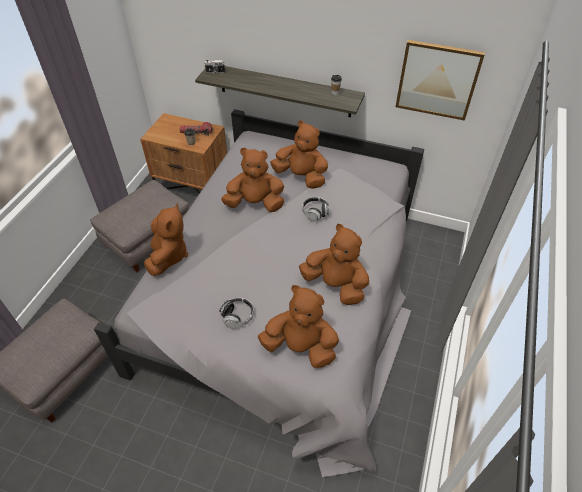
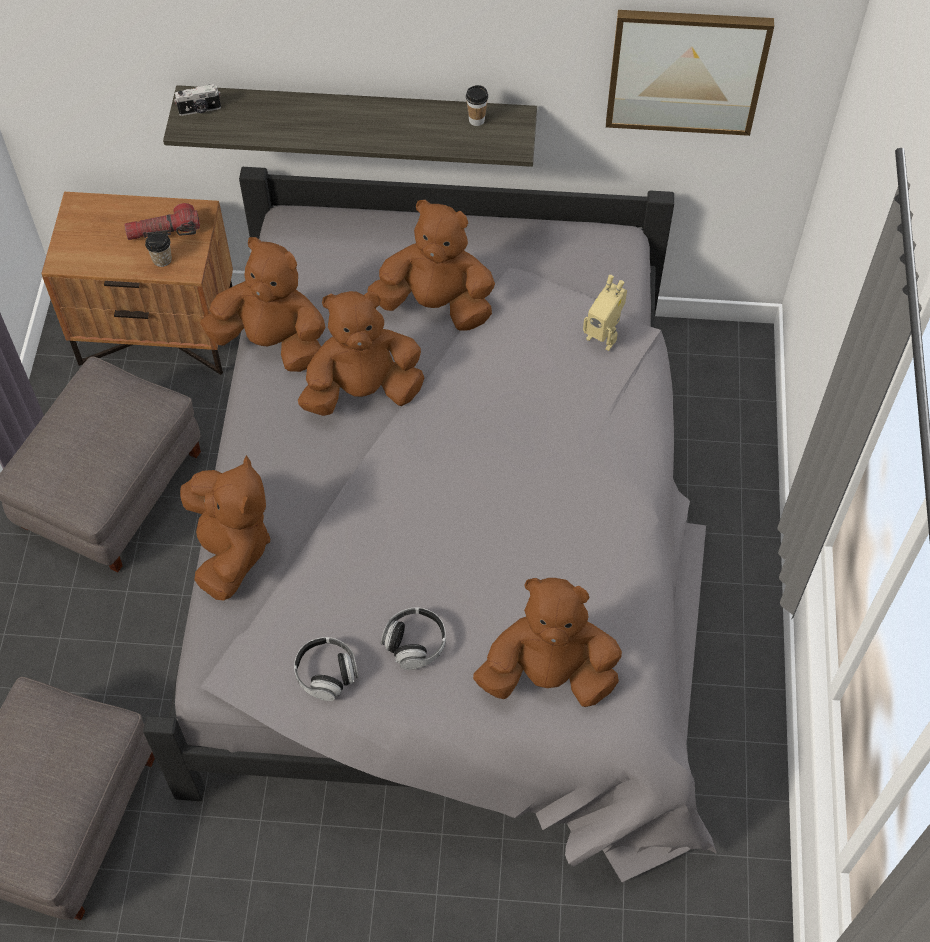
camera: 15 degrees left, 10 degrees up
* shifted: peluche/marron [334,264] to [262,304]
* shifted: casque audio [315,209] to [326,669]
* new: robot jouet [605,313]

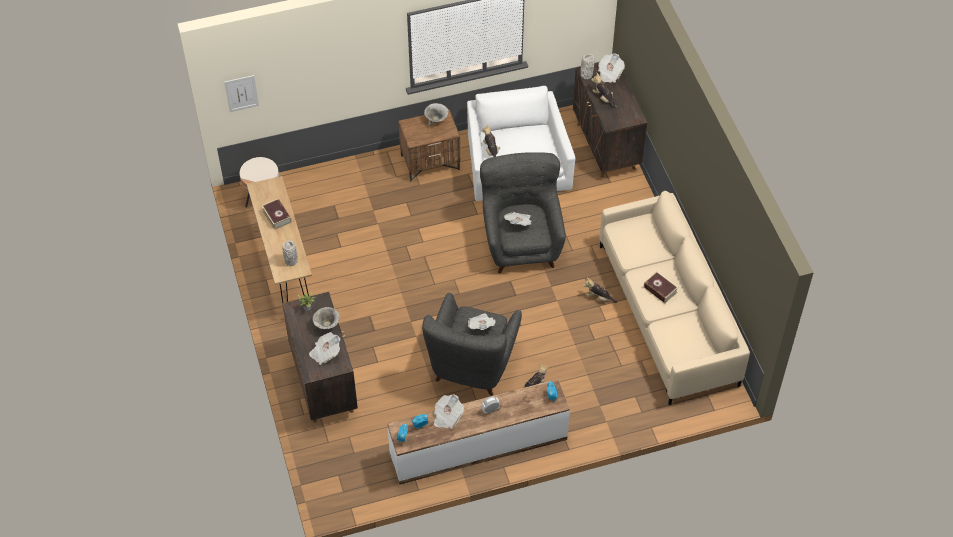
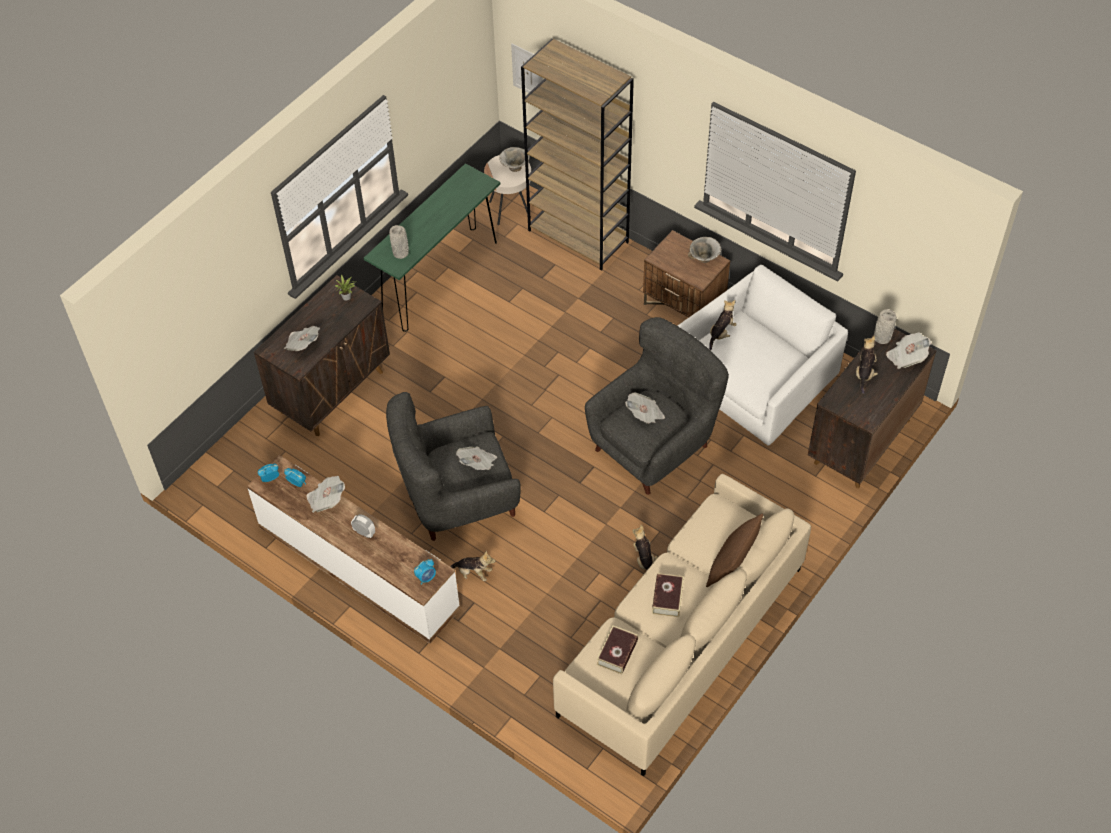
camera: 55 degrees right, 0 degrees up
* repainted: table console/marron [279,239] to table console/vert [432,247]
* shifted: livre [277,214] to [617,649]
* shifted: bol [326,318] to [514,159]
* new: bibliothèque/marron [577,155]
* new: coussin/marron [734,550]

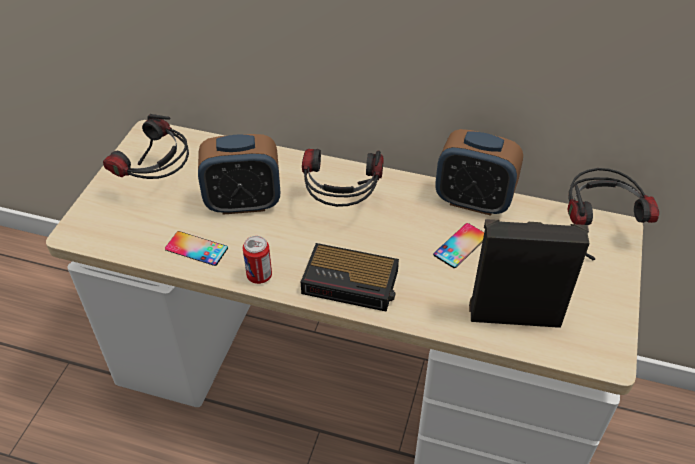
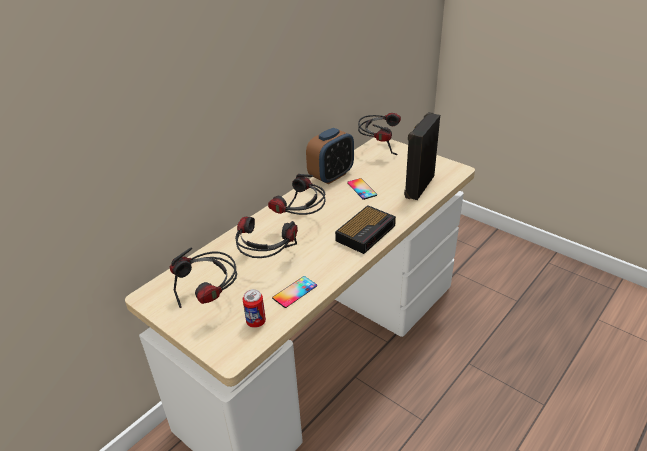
camera: 65 degrees left, 10 degrees down
* swapped: réveil [239,174] to casque audio [266,237]
* shifted: boîte métallique [257,260] to [254,308]

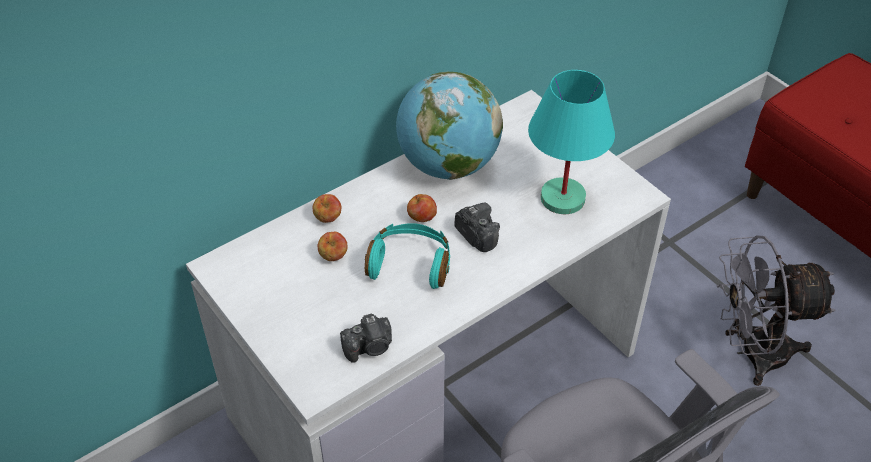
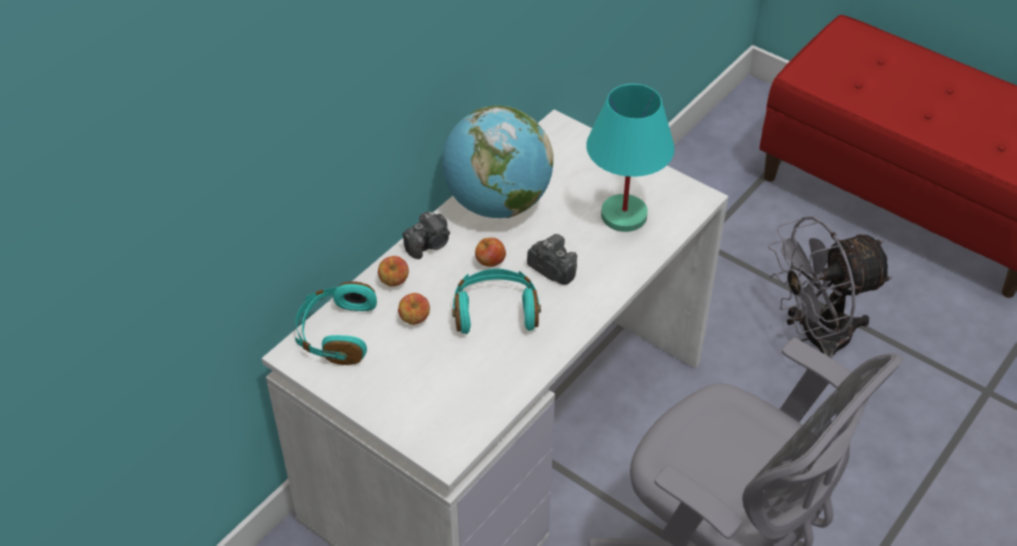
camera: 15 degrees left, 0 degrees up
* shifted: appareil photo [366,338] to [426,235]
* new: casque audio/turquoise [336,323]

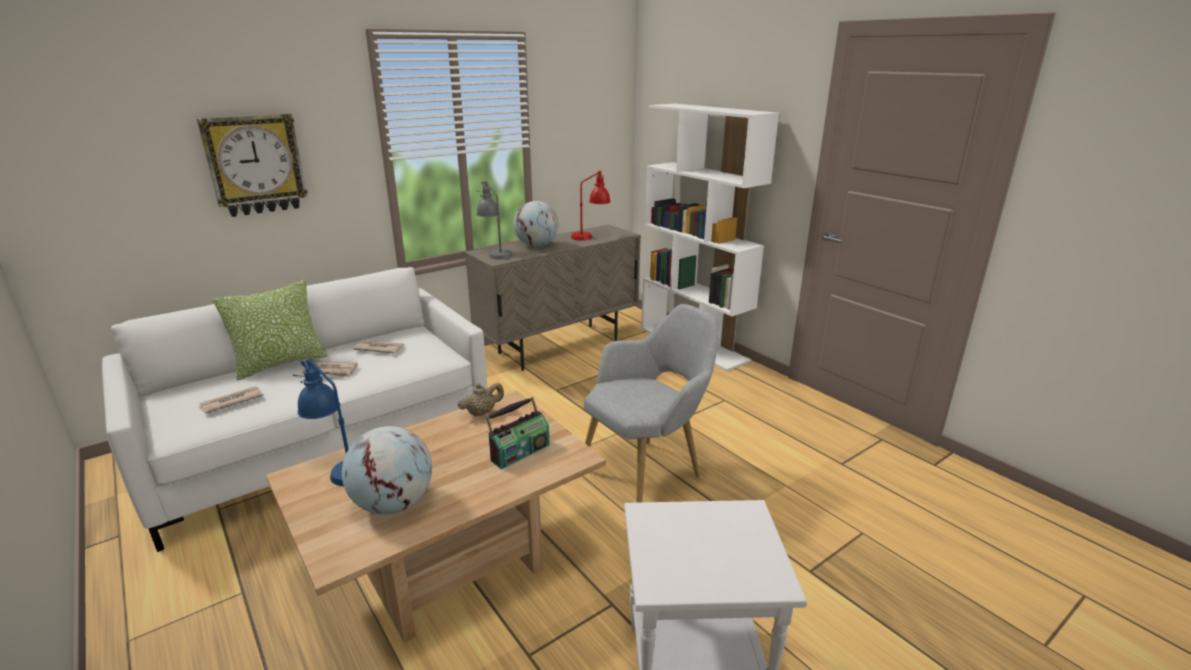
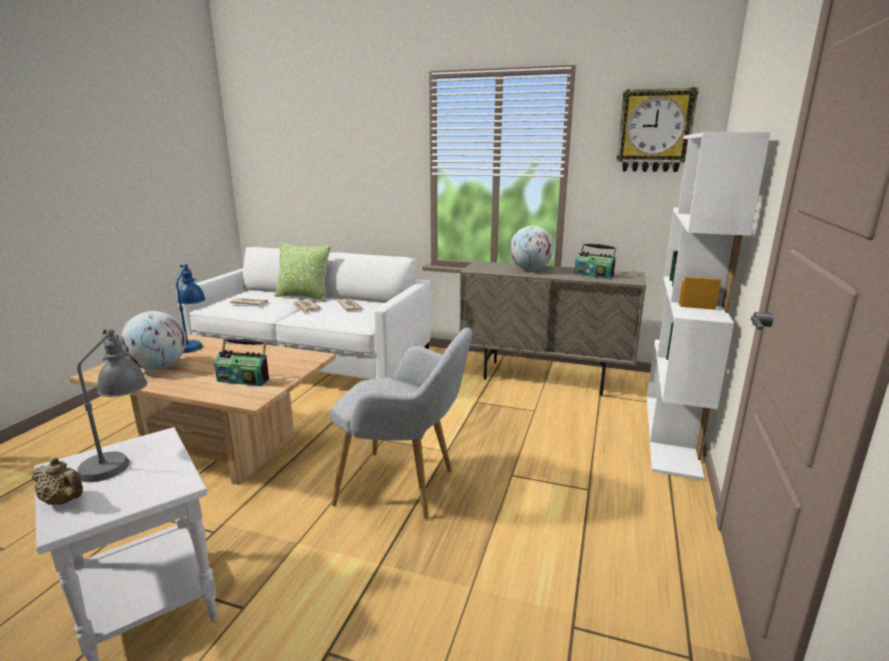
camera: 55 degrees right, 5 degrees down
* shifted: horloge murale [252,165] to [657,129]
* shifted: théière/beige [481,400] to [57,481]
* shifted: lampe de table/gris [494,220] to [112,405]
* swapped: lampe de table/rouge [591,205] to radio [595,261]

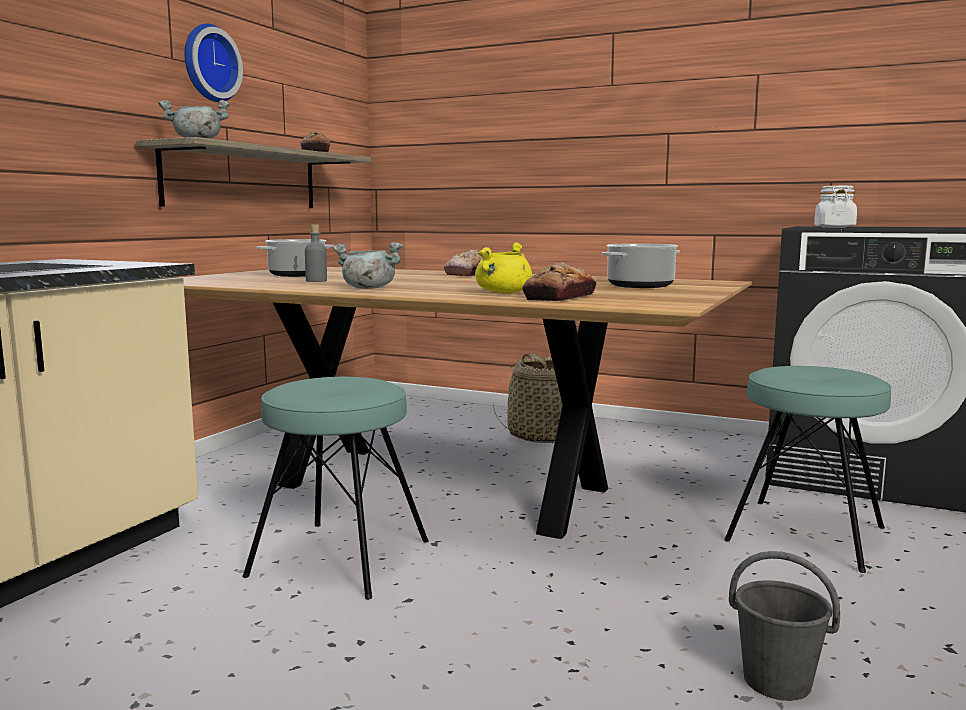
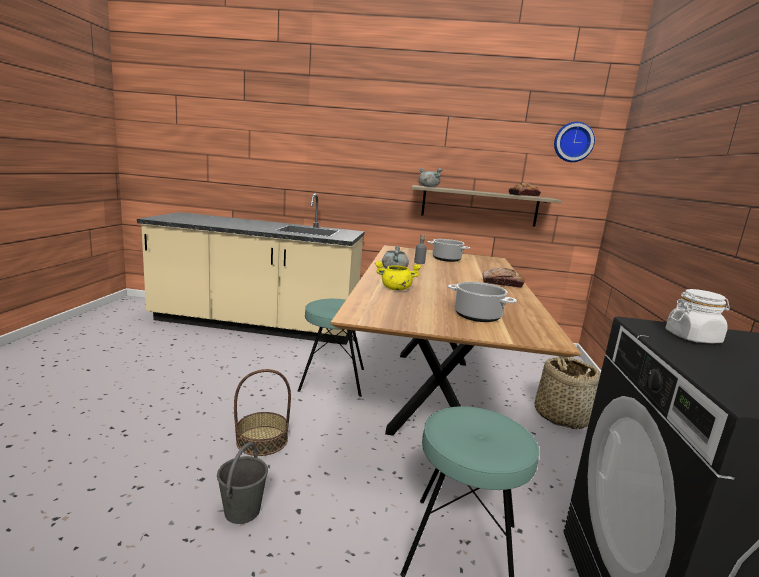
camera: 70 degrees right, 5 degrees up
* shifted: horloge murale [214,63] to [574,142]
* gone: pain [559,281]
* new: panier [262,412]

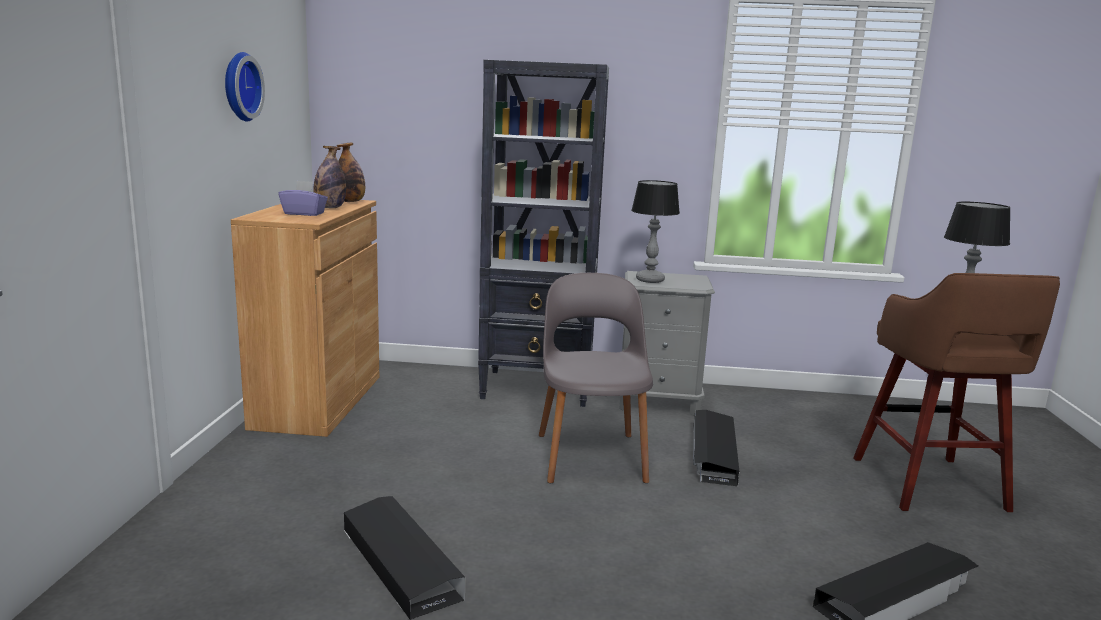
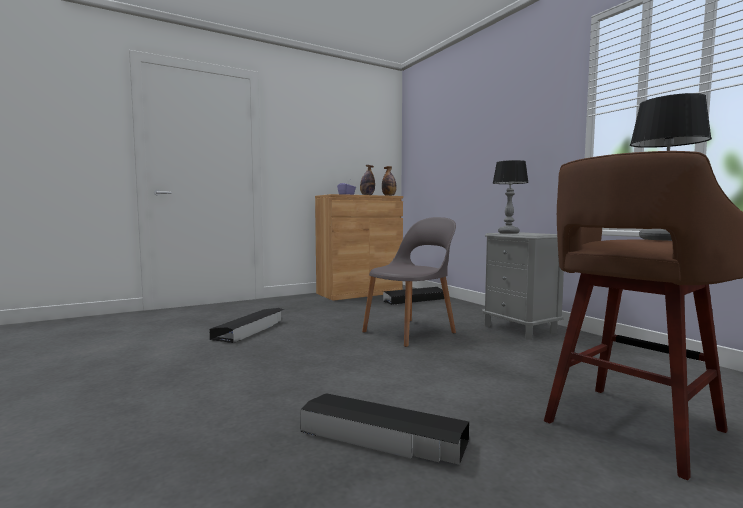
camera: 55 degrees right, 10 degrees down
* gone: horloge murale [245,87]
* gone: bibliothèque/noir [543,233]
* shifted: boîte de rangement/noir [716,448] to [413,296]

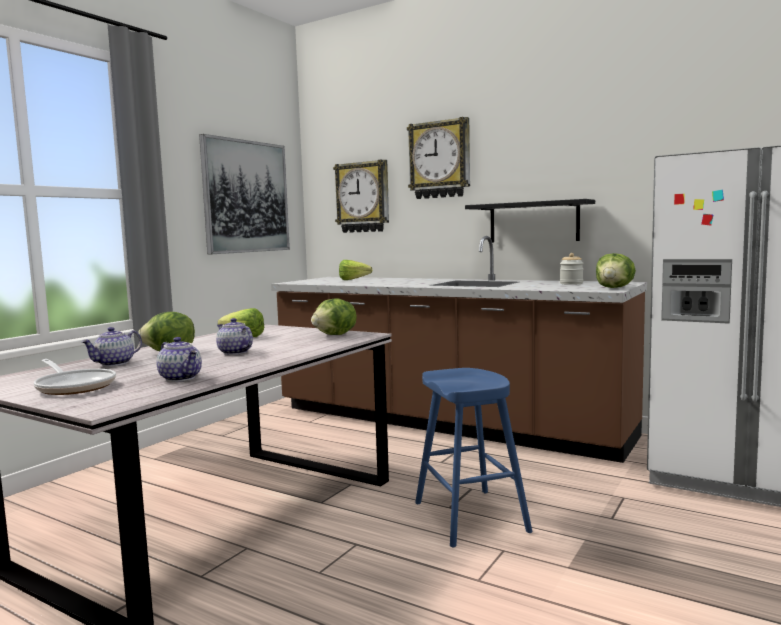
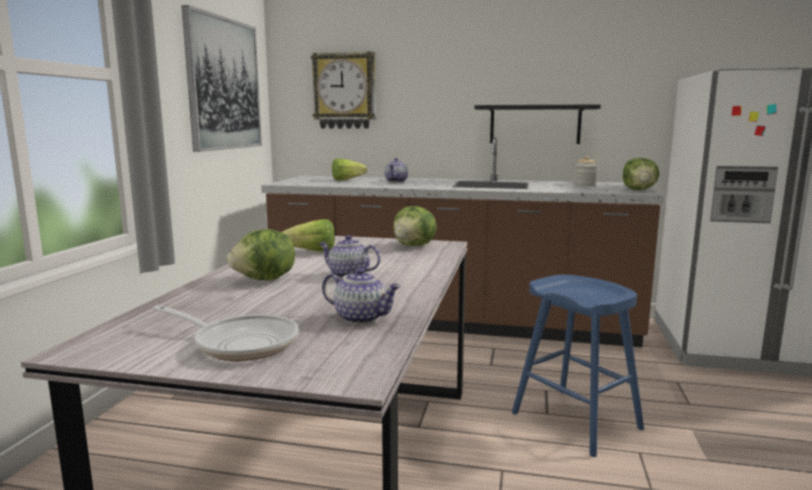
camera: 20 degrees left, 5 degrees up
* shifted: théière [111,346] to [396,170]
* gone: horloge murale [438,158]

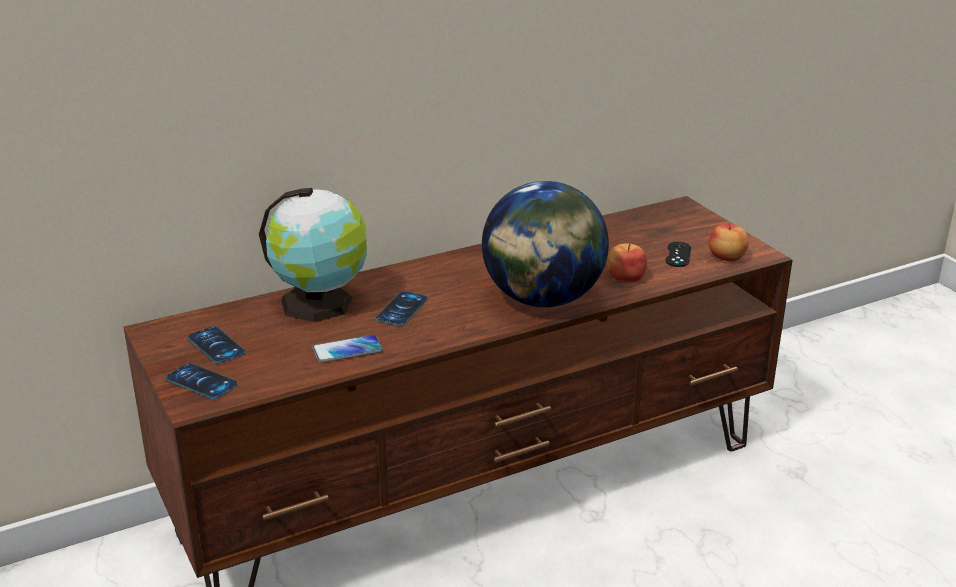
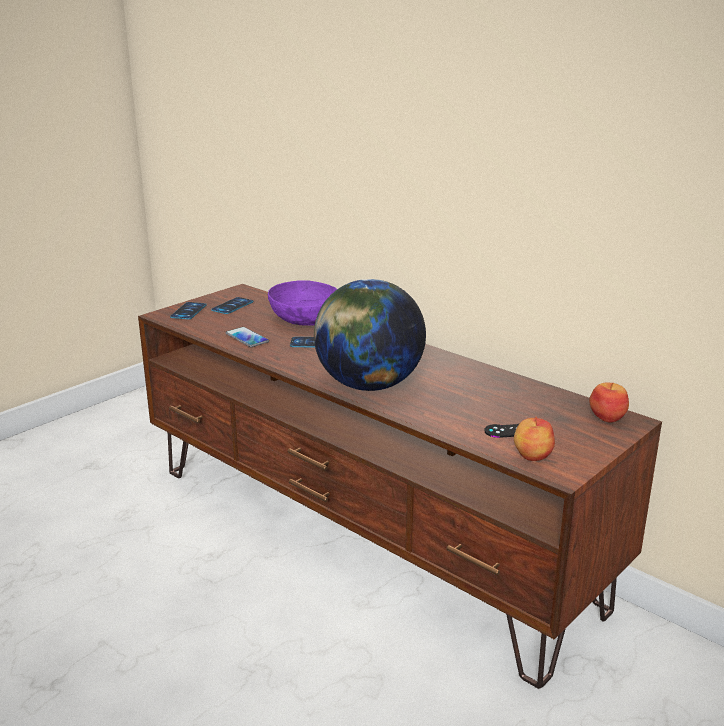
camera: 70 degrees right, 5 degrees down
* swapped: globe [313,255] to bol/violet [302,303]
* shifted: pomme [626,262] to [609,403]

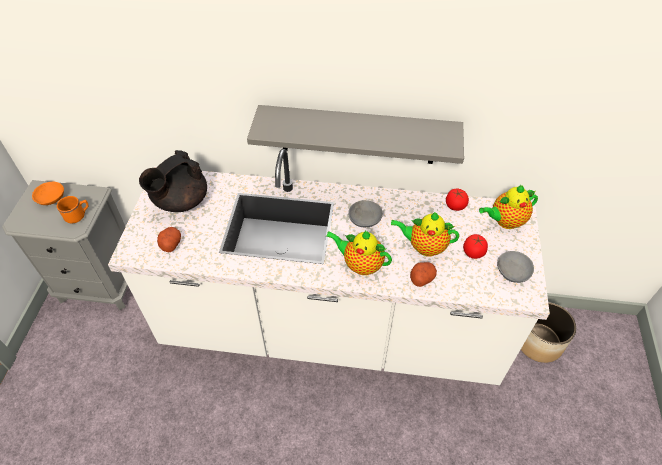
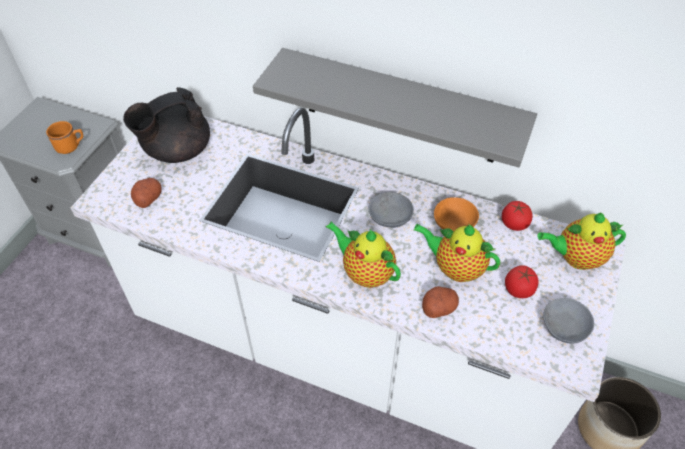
camera: 15 degrees right, 0 degrees up
* shifted: bol/orange [48,193] to [456,214]

